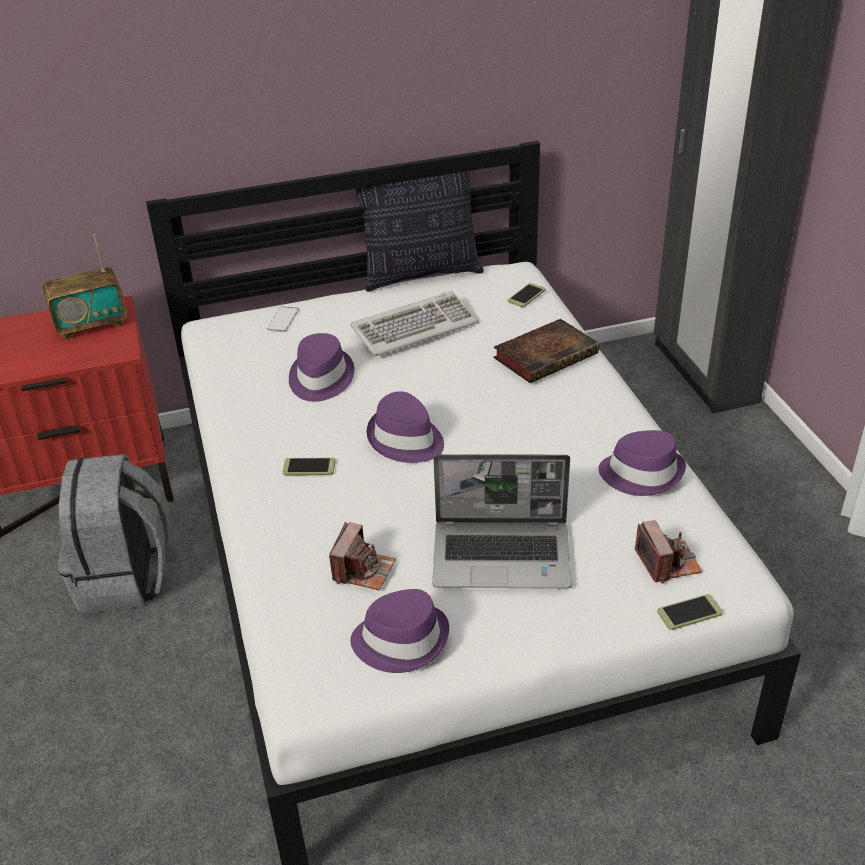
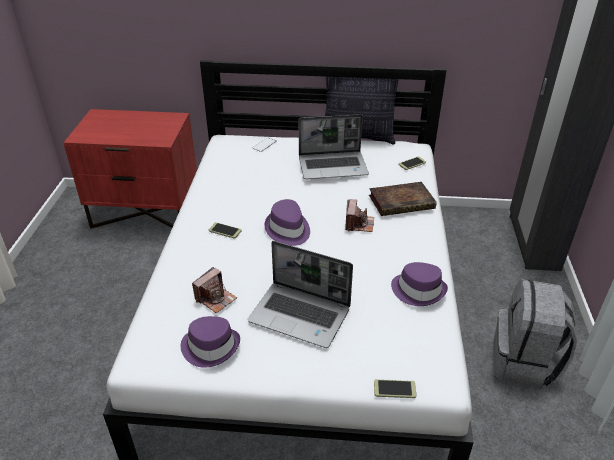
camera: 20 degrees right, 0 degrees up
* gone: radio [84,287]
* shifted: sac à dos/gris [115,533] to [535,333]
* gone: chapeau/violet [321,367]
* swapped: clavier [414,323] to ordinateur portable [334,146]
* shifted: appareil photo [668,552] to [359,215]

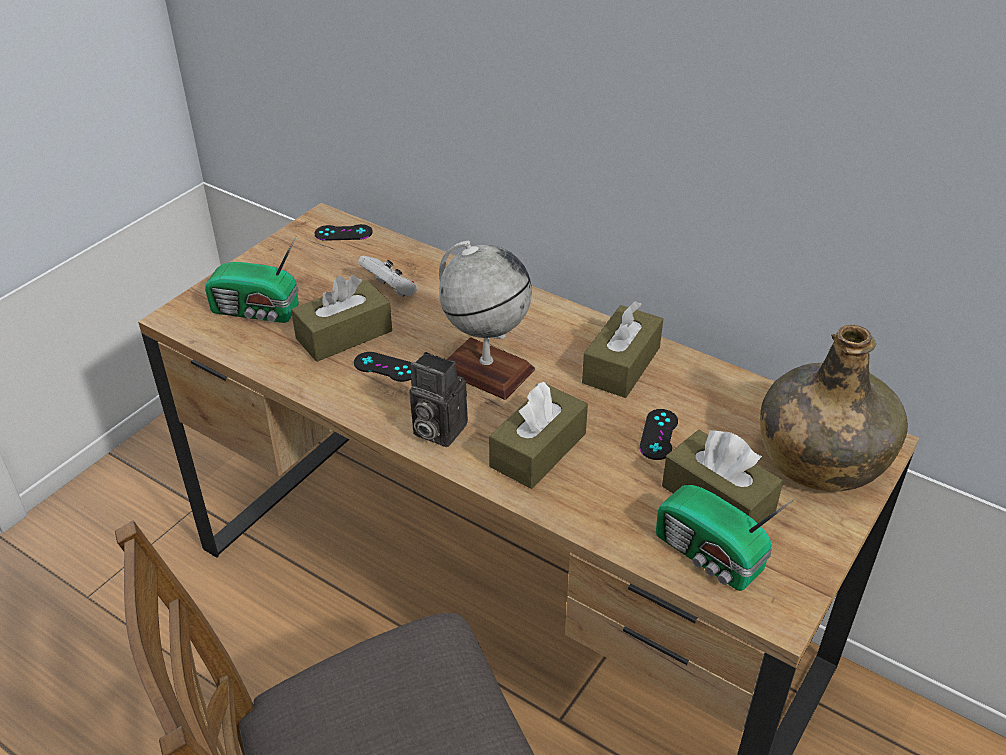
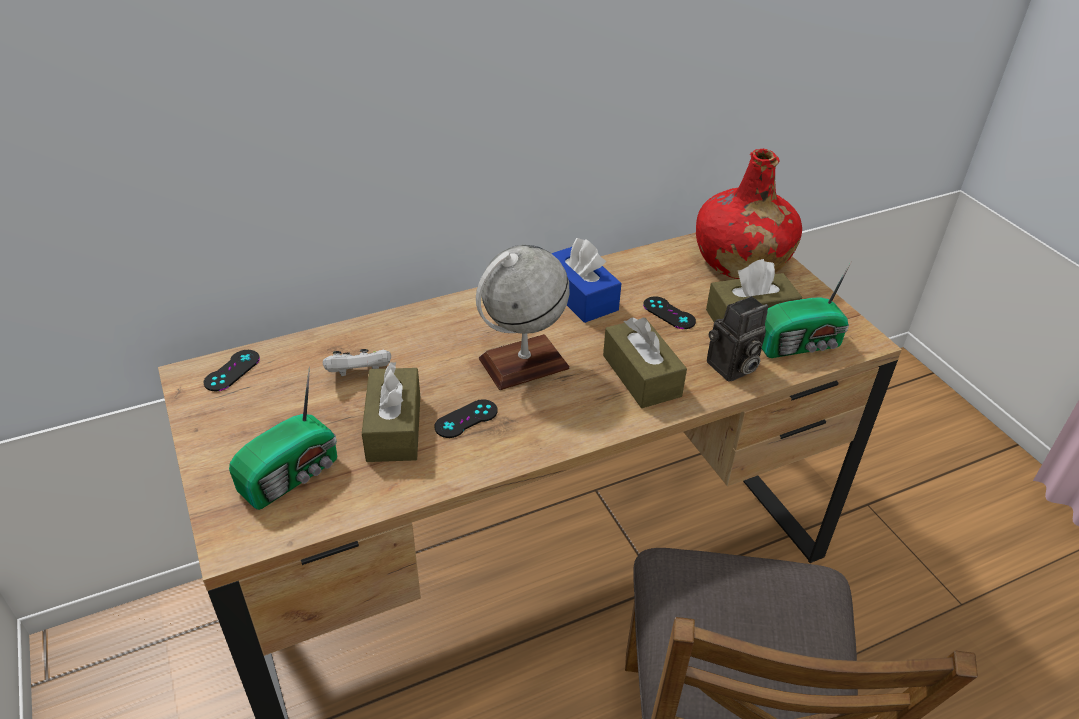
camera: 60 degrees left, 0 degrees up
* shifted: appareil photo [438,399] to [737,339]
* repainted: boîte à mouchoirs/marron [622,349] to boîte à mouchoirs/bleu [586,280]
* repainted: bouteille/vert [834,408] to bouteille/rouge [749,214]

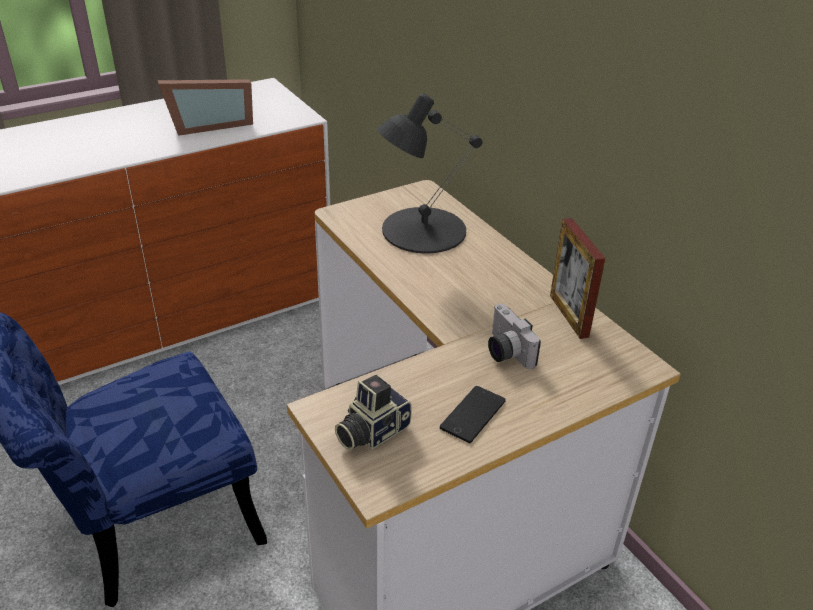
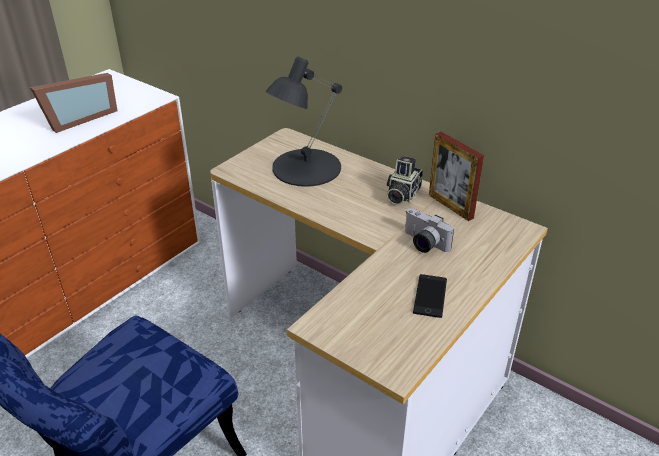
camera: 20 degrees left, 0 degrees up
* shifted: appareil photo [373,412] to [405,180]

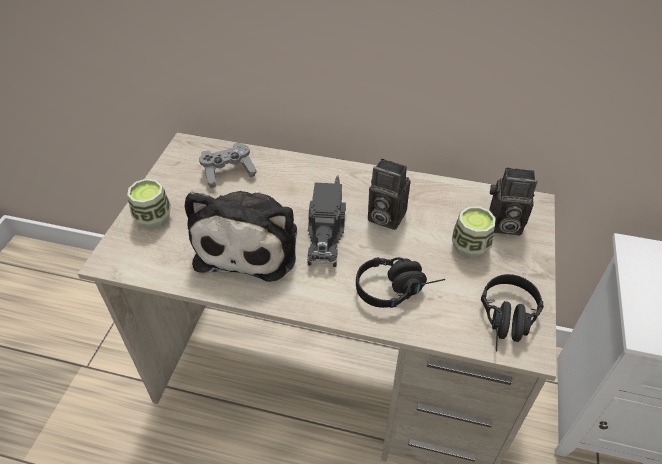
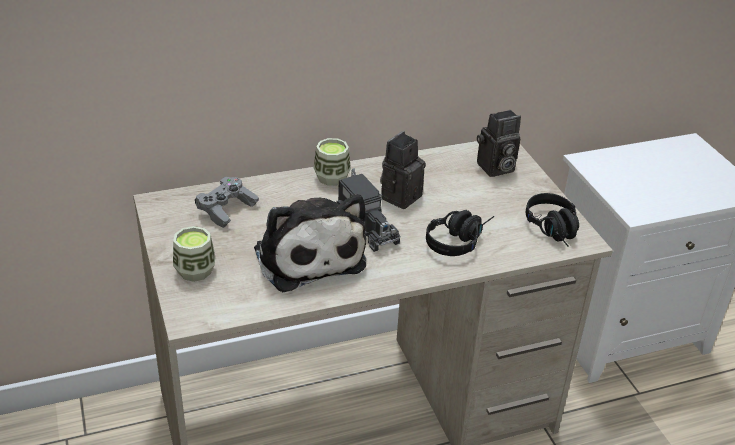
camera: 35 degrees left, 10 degrees down
* rotated: appareil photo [389,194] = [403,170] 135 degrees clockwise
* shifted: tasse [474,232] to [332,162]

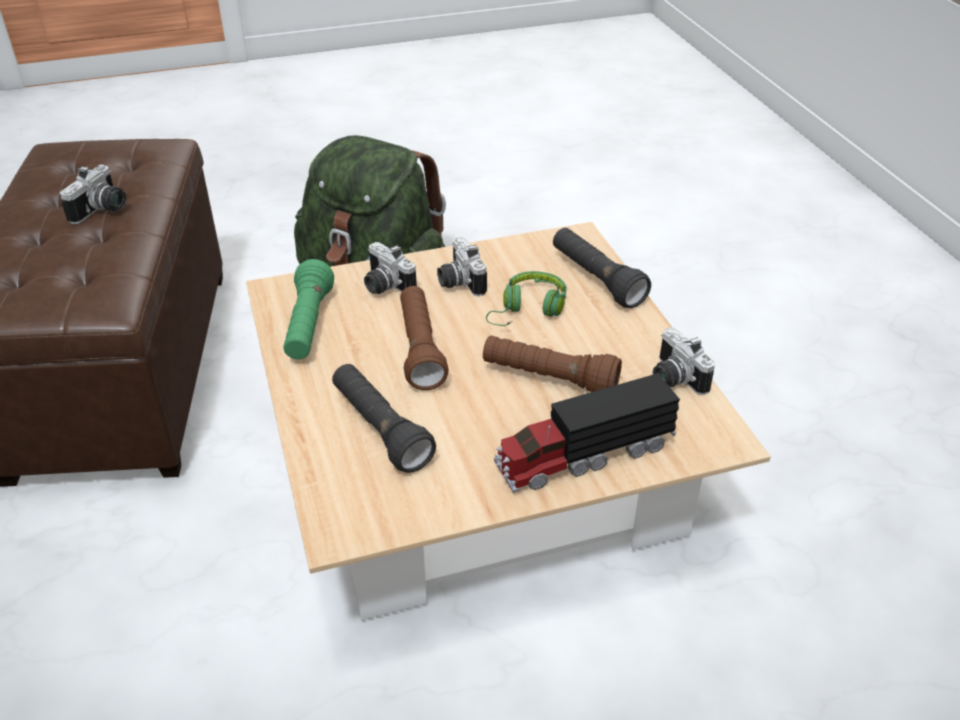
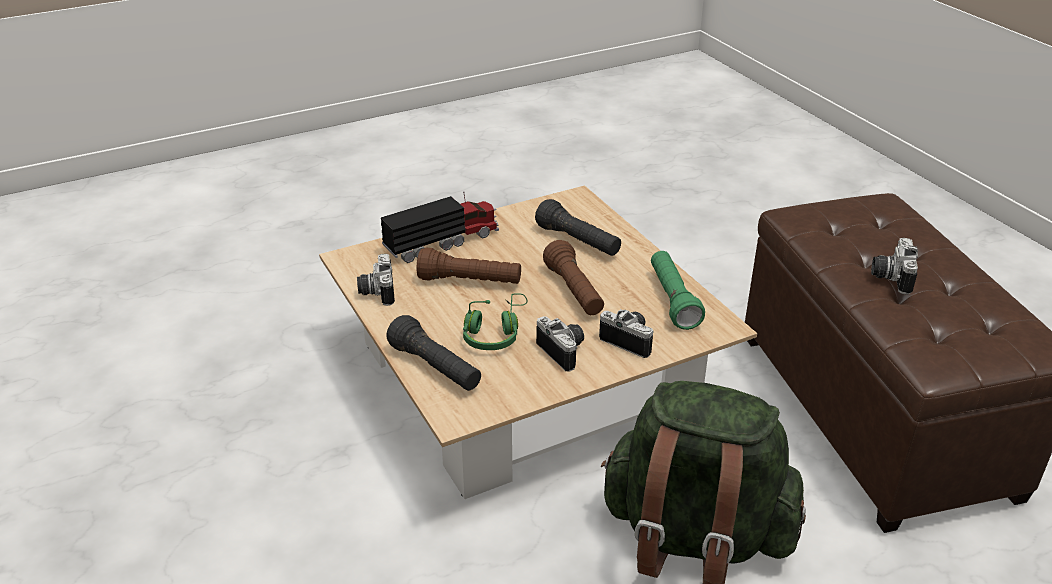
camera: 170 degrees right, 5 degrees down
* rotated: appareil photo [684,361] = [376,280] 150 degrees counterclockwise

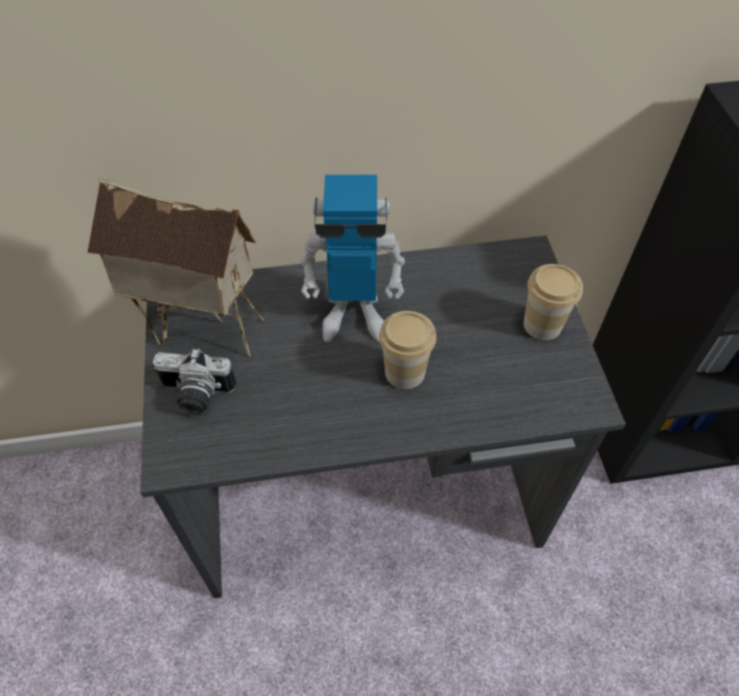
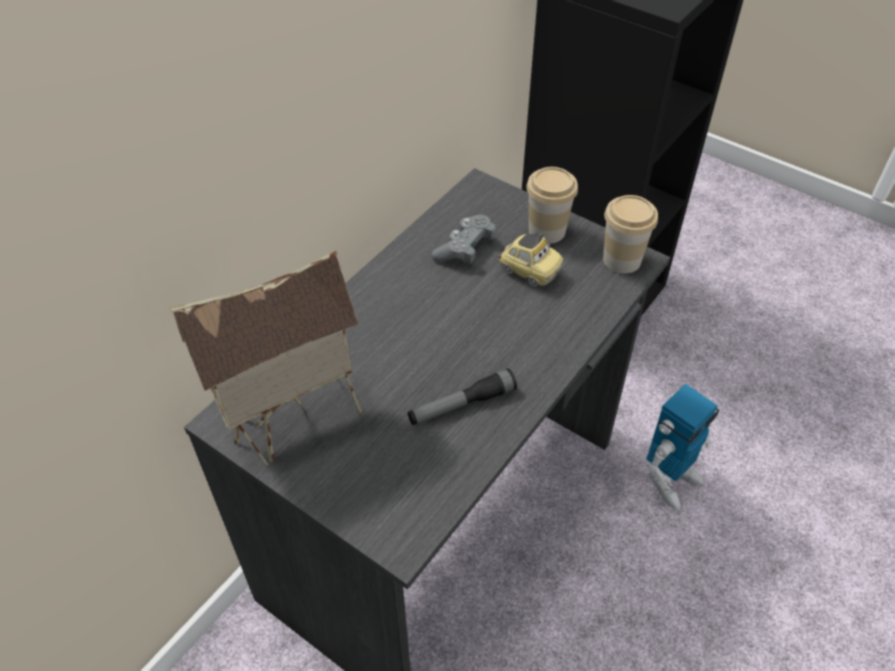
camera: 45 degrees left, 5 degrees down
* gone: appareil photo [195,382]
* shifted: robot jouet [352,258] to [682,447]
* shifted: tasse [407,350] to [630,234]
* new: lampe de poche [462,396]
* new: manette/gris [463,239]
* new: petite voiture [531,259]

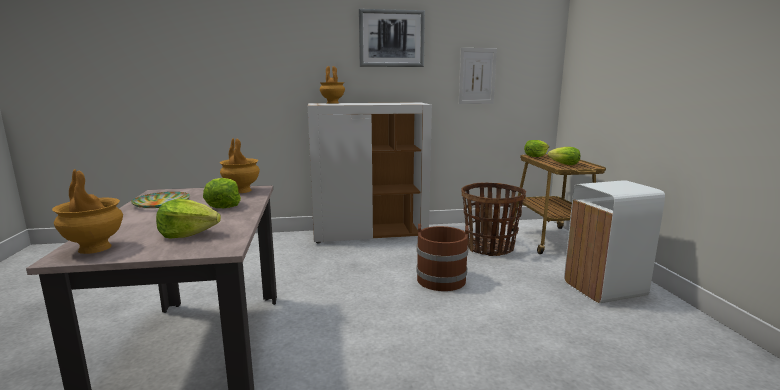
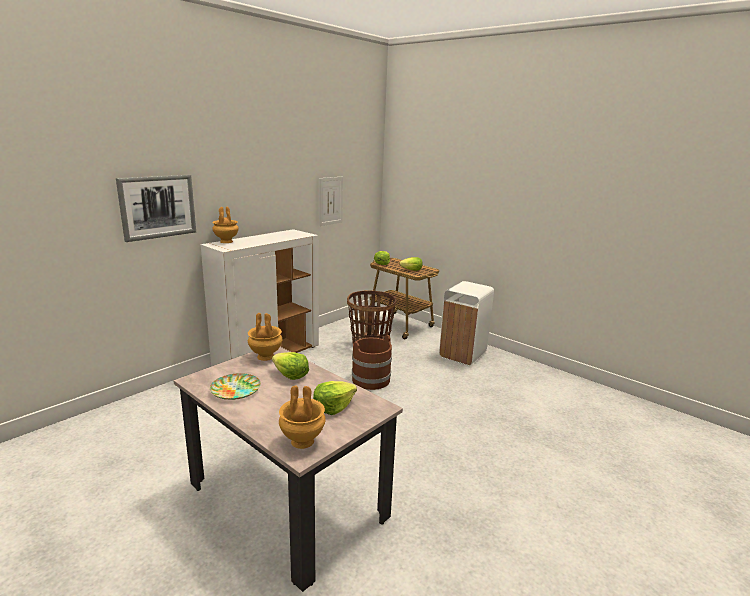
camera: 40 degrees left, 5 degrees up
* shifted: tableau [392,38] to [156,208]

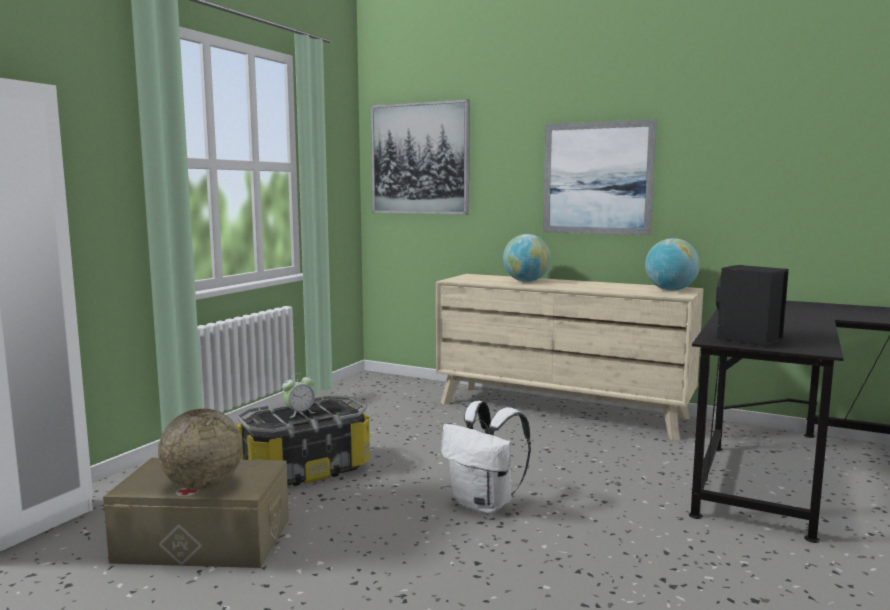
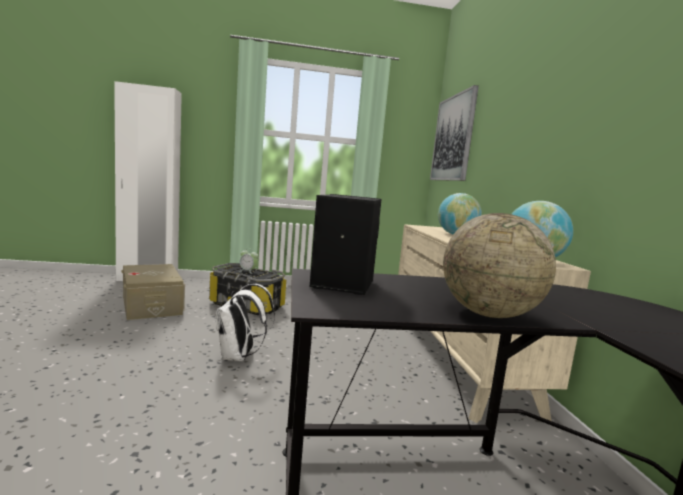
camera: 55 degrees right, 0 degrees up
* shifted: globe [200,449] to [499,265]
* gone: tableau [600,177]

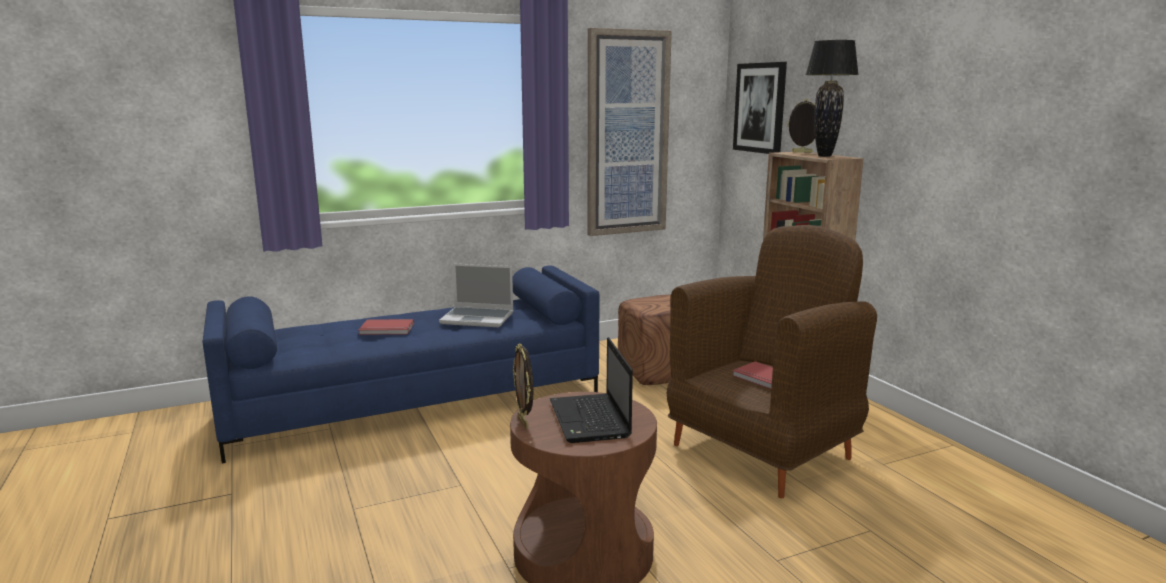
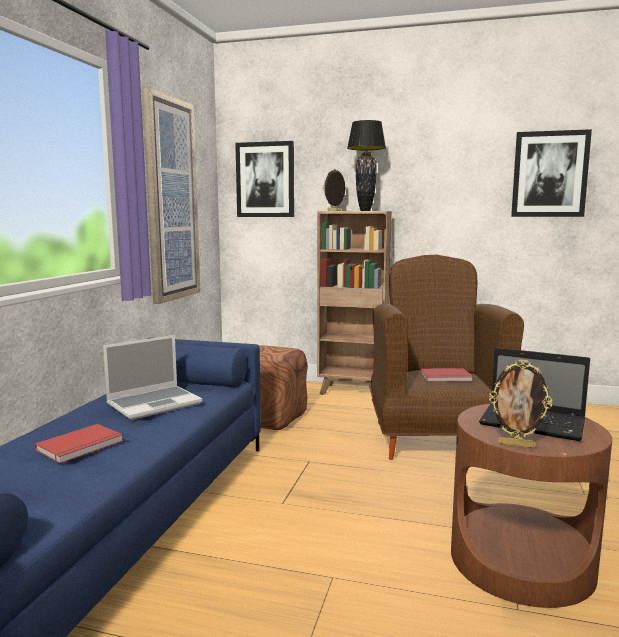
camera: 50 degrees left, 5 degrees down
* new: tableau [551,173]

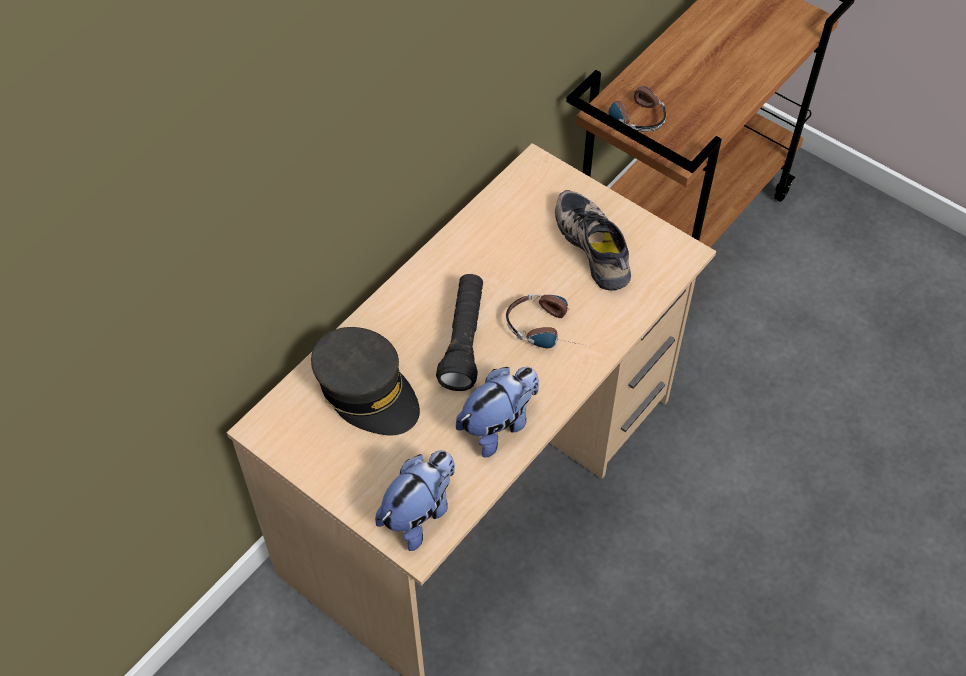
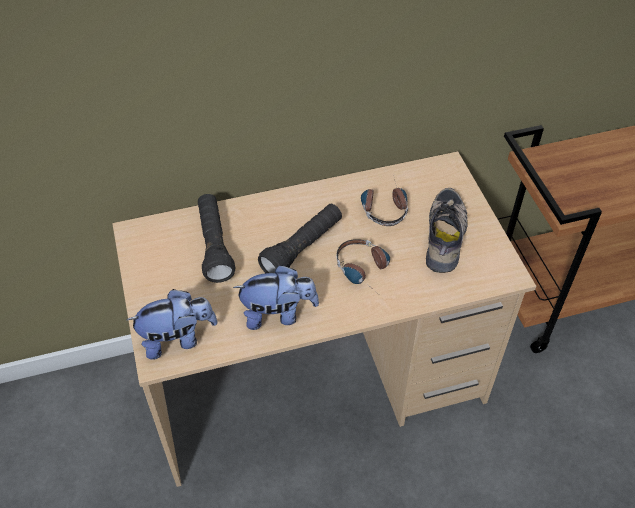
camera: 35 degrees right, 5 degrees down
* swapped: casquette/gris [365,381] to lampe de poche/noir [216,238]
* shifted: casque audio [637,105] to [384,200]

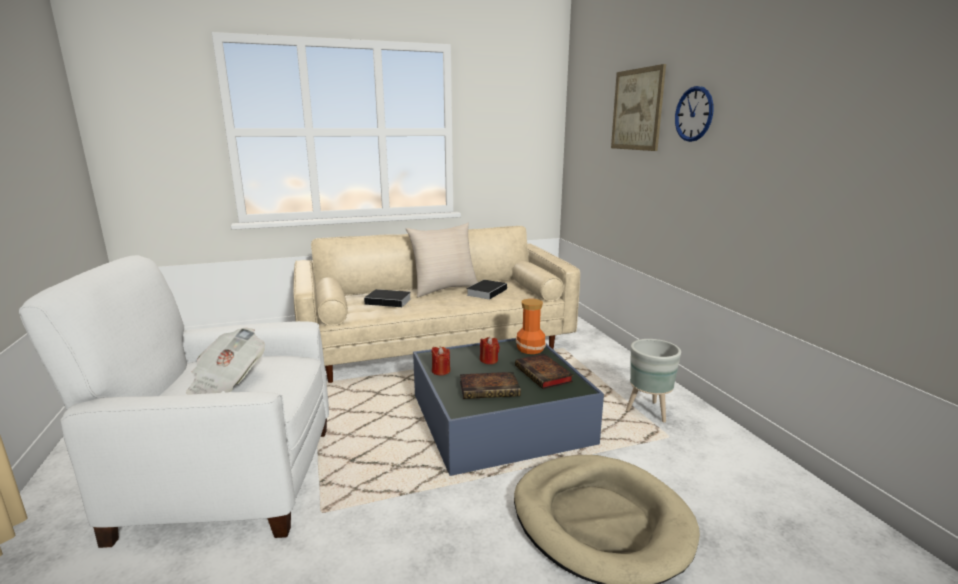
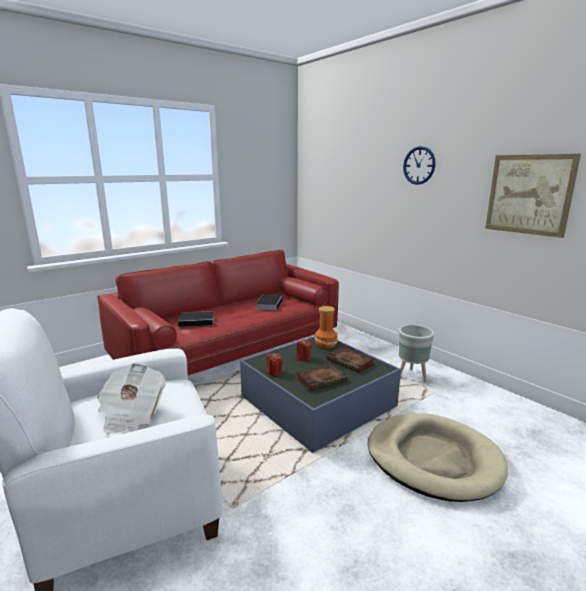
camera: 20 degrees left, 0 degrees up
* repainted: canapé/beige [436,304] to canapé/rouge [218,312]
* gone: coussin/beige [442,260]
* shifted: tableau [638,107] to [533,196]

